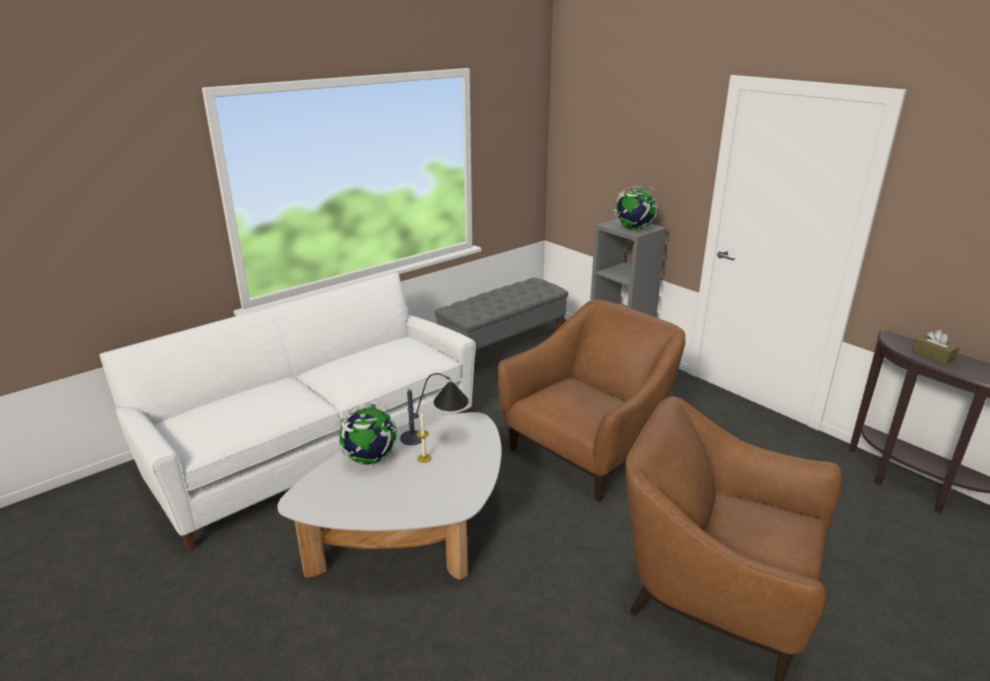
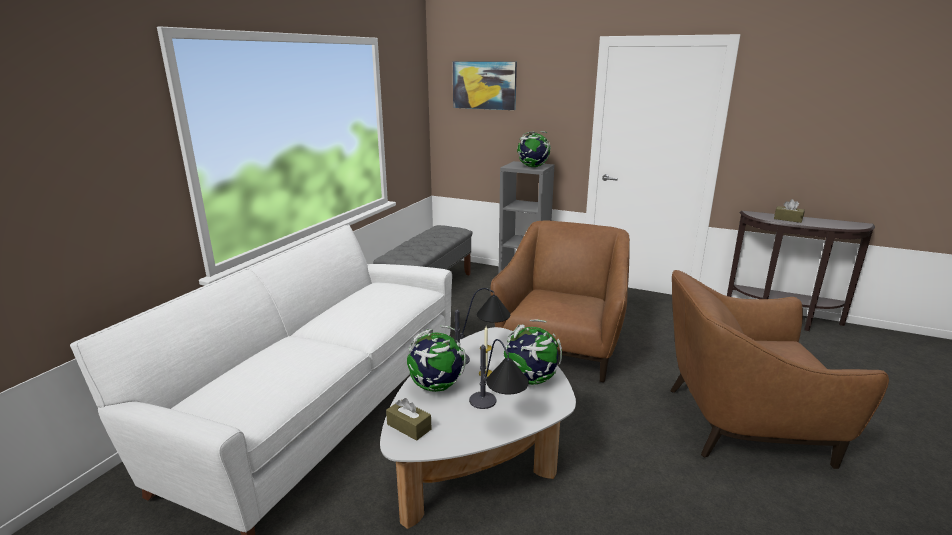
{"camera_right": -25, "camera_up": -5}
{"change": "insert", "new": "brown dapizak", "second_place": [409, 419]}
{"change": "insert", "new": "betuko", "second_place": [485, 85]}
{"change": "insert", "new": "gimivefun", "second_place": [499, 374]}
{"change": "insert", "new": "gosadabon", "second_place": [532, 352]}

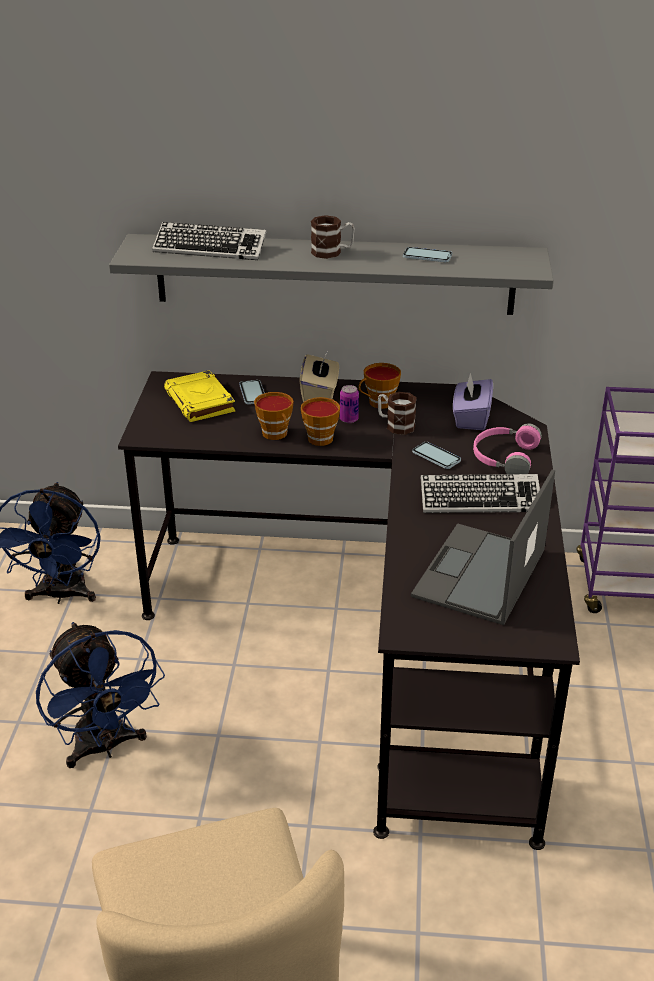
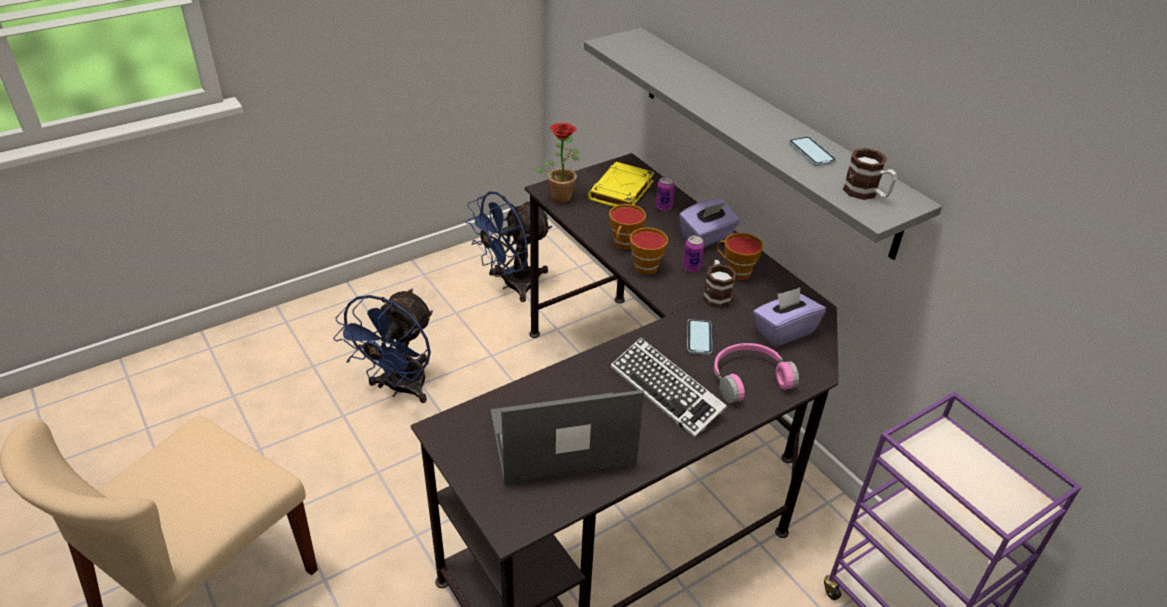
{"camera_right": 50, "camera_up": 5}
{"change": "delete", "old": "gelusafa", "first_place": [209, 241]}
{"change": "insert", "new": "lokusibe", "second_place": [557, 163]}
{"change": "move", "old": "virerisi", "first_place": [333, 237], "second_place": [870, 174]}
{"change": "replace", "old": "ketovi", "new": "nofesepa", "first_place": [252, 392], "second_place": [665, 194]}
{"change": "recolor", "old": "beige dapizak", "new": "purple dapizak", "first_place": [319, 378], "second_place": [709, 222]}

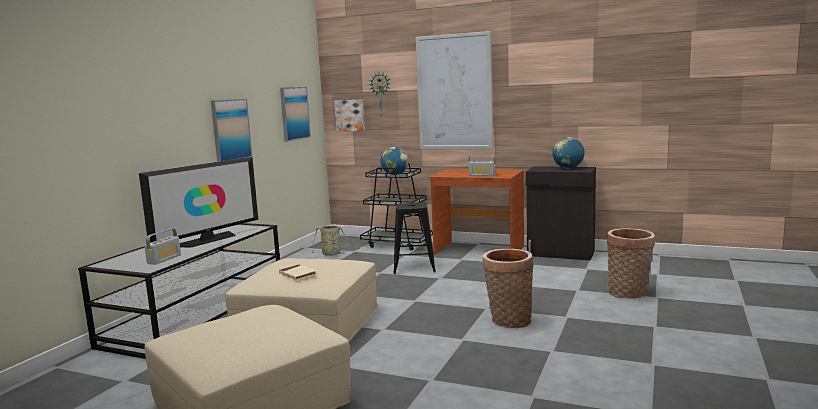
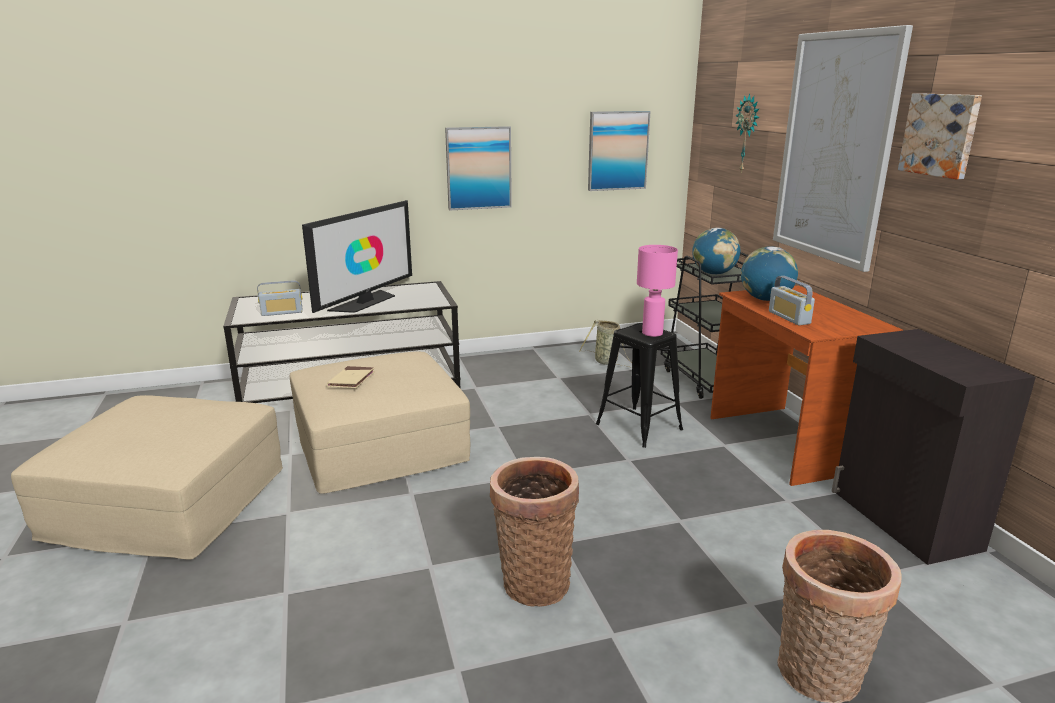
{"camera_right": 50, "camera_up": 10}
{"change": "insert", "new": "pink gimivefun", "second_place": [657, 291]}
{"change": "move", "old": "betuko", "first_place": [349, 115], "second_place": [940, 136]}
{"change": "move", "old": "gosadabon", "first_place": [569, 152], "second_place": [769, 273]}
{"change": "rotate", "old": "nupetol", "first_place": [198, 202], "second_place": [357, 256], "degrees": -60}

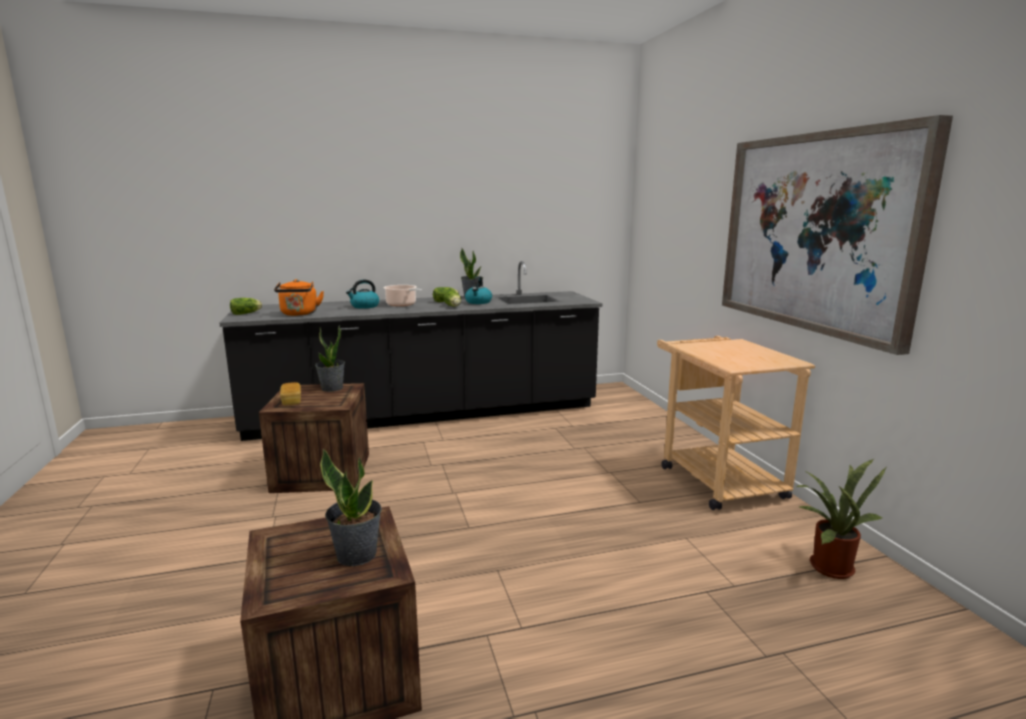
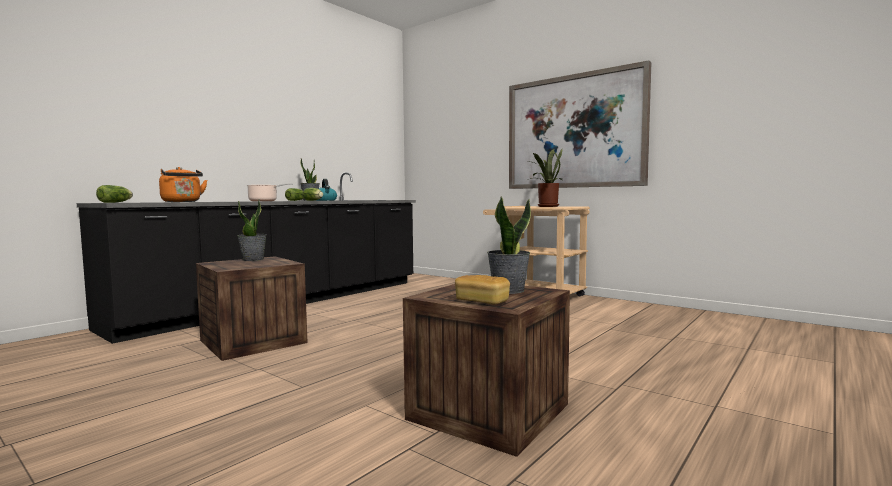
{"camera_right": -35, "camera_up": -10}
{"change": "delete", "old": "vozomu", "first_place": [362, 294]}
{"change": "move", "old": "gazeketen", "first_place": [290, 393], "second_place": [482, 289]}
{"change": "move", "old": "lokusibe", "first_place": [841, 519], "second_place": [546, 178]}

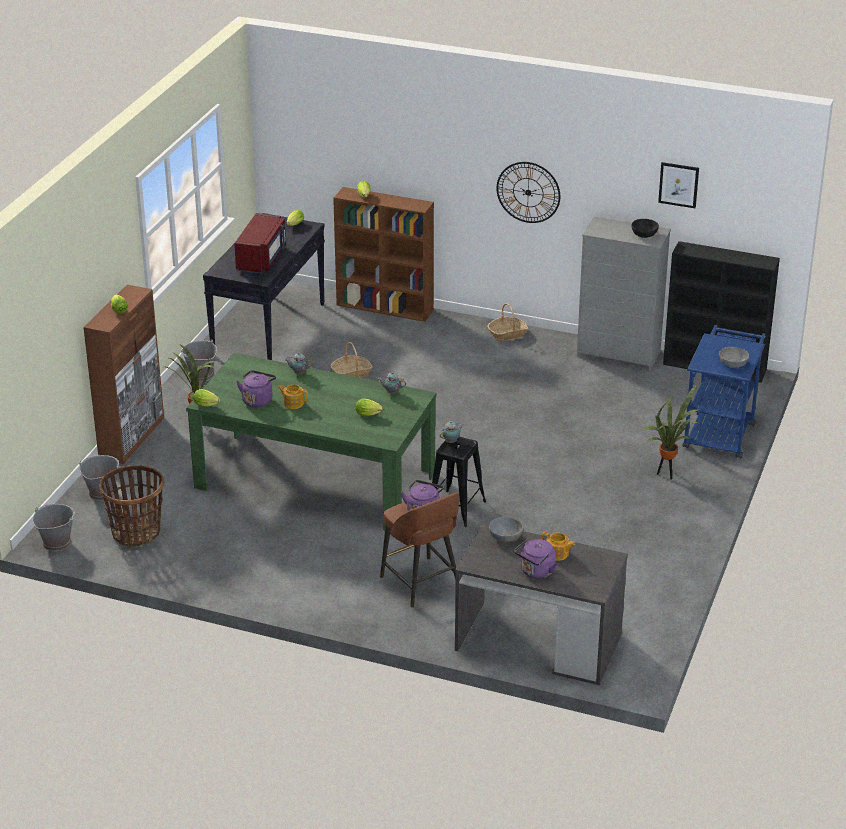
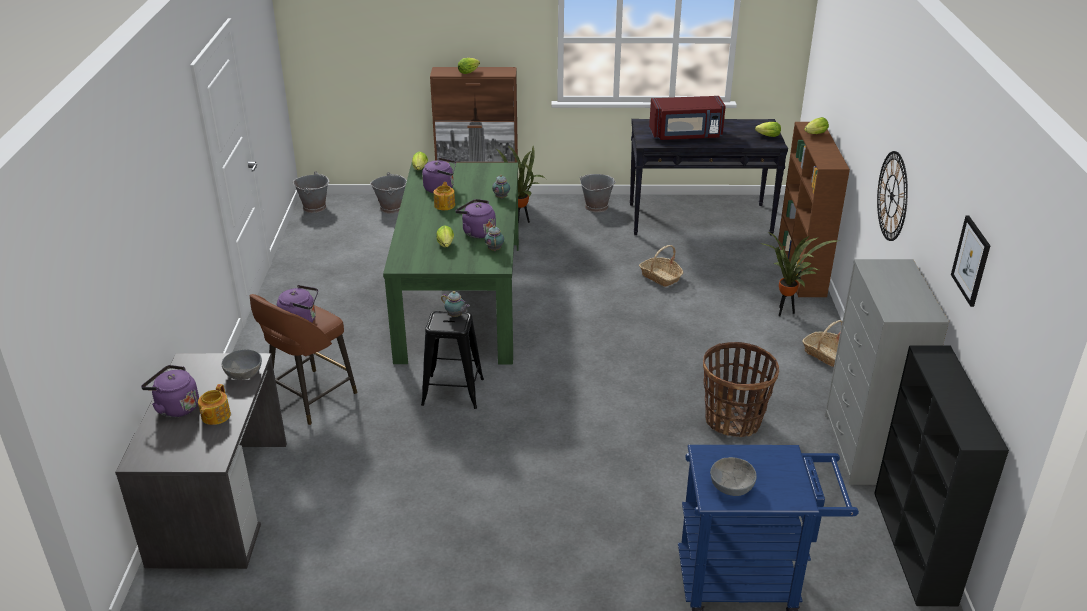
{"camera_right": 70, "camera_up": 0}
{"change": "delete", "old": "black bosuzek", "first_place": [645, 228]}
{"change": "insert", "new": "purple vozomu", "second_place": [475, 218]}
{"change": "move", "old": "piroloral", "first_place": [131, 506], "second_place": [741, 389]}
{"change": "move", "old": "lokusibe", "first_place": [671, 433], "second_place": [799, 274]}

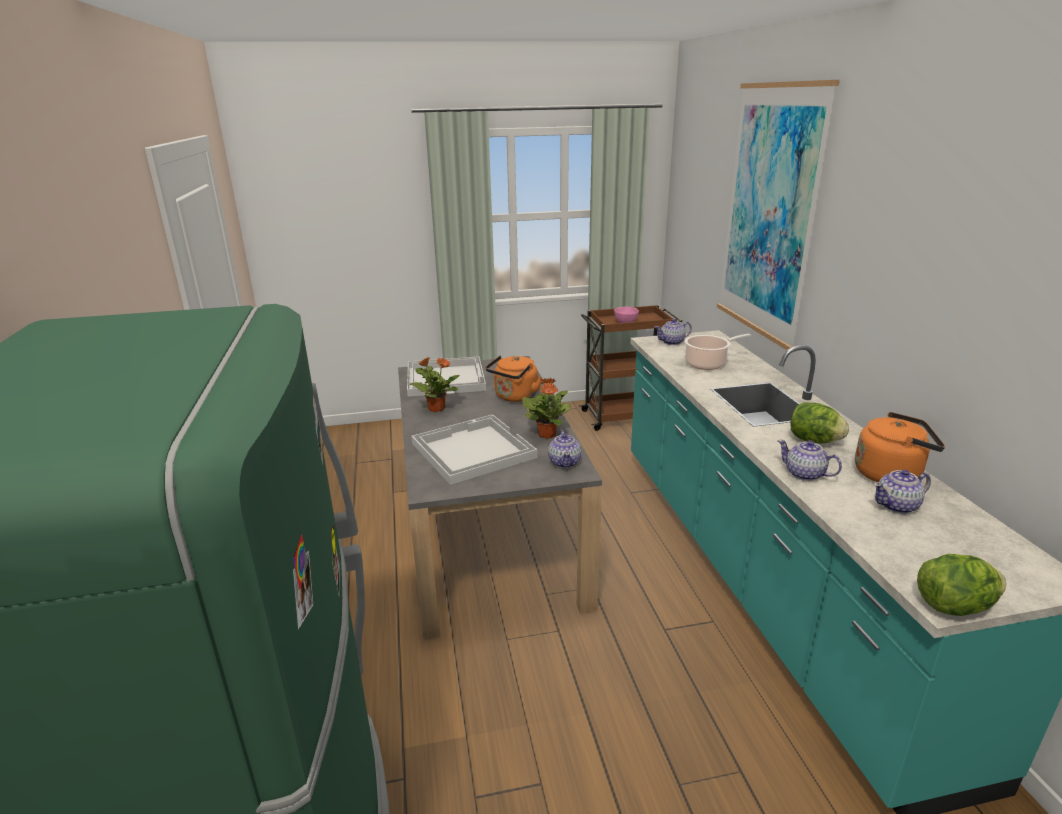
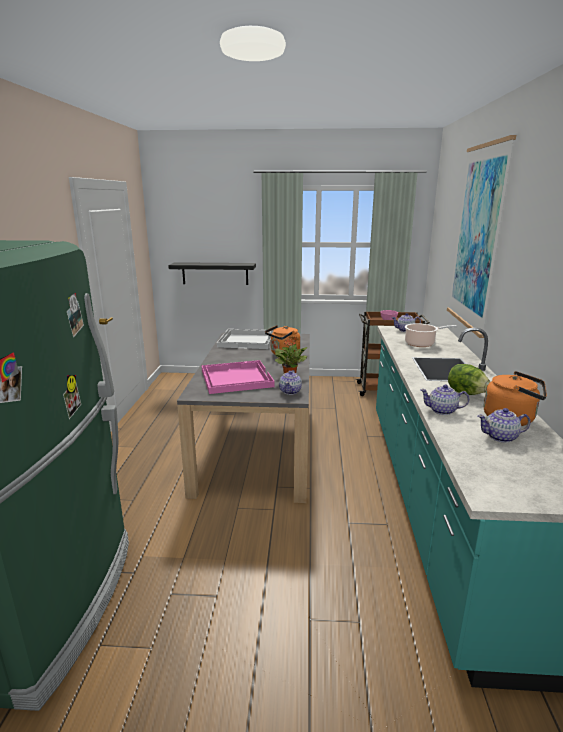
{"camera_right": 15, "camera_up": -5}
{"change": "delete", "old": "lokusibe", "first_place": [435, 384]}
{"change": "delete", "old": "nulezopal", "first_place": [961, 585]}
{"change": "insert", "new": "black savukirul", "second_place": [212, 273]}
{"change": "recolor", "old": "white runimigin", "new": "pink runimigin", "first_place": [474, 449], "second_place": [238, 377]}
{"change": "rotate", "old": "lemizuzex", "first_place": [810, 460], "second_place": [444, 399], "degrees": -45}

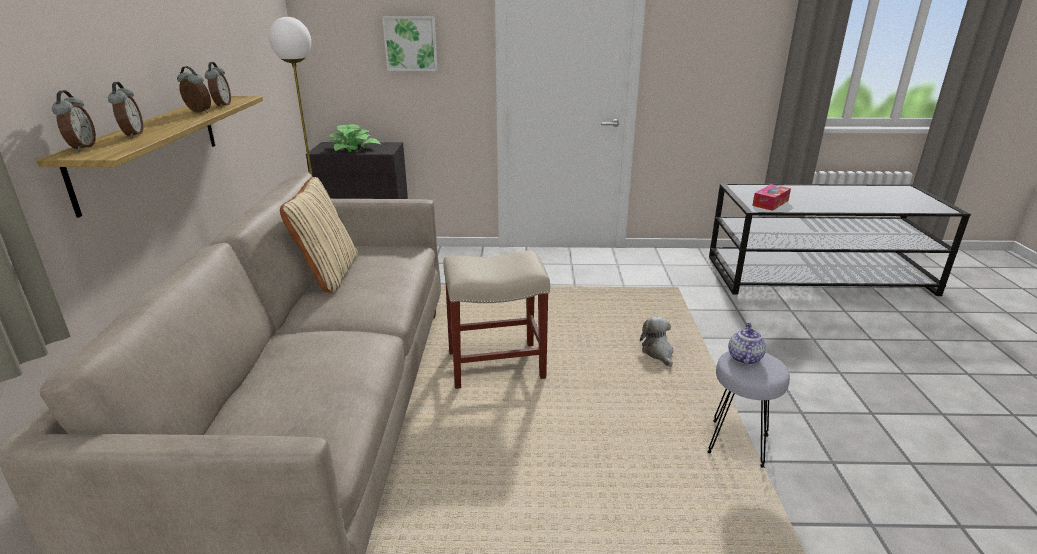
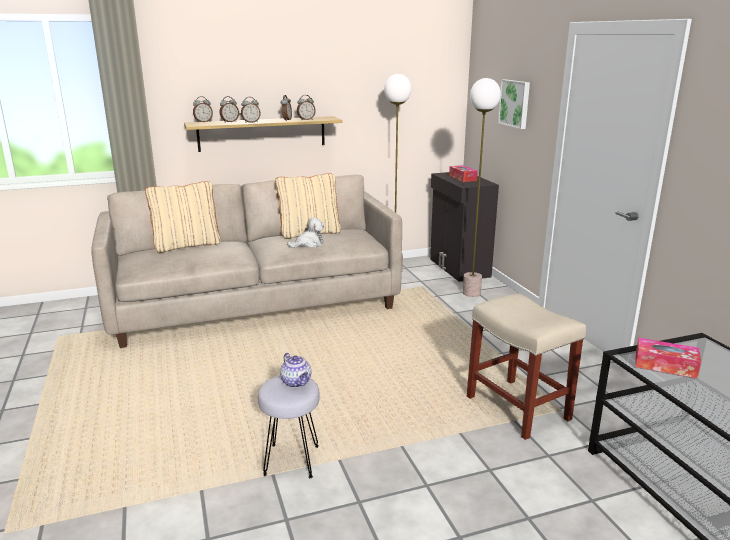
{"camera_right": 70, "camera_up": -5}
{"change": "insert", "new": "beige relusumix", "second_place": [183, 217]}
{"change": "insert", "new": "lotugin", "second_place": [251, 110]}
{"change": "insert", "new": "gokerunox", "second_place": [482, 187]}
{"change": "move", "old": "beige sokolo", "first_place": [496, 319], "second_place": [526, 367]}
{"change": "move", "old": "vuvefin", "first_place": [656, 342], "second_place": [305, 233]}
{"change": "replace", "old": "lokusibe", "new": "dapizak", "first_place": [353, 138], "second_place": [463, 173]}
{"change": "rotate", "old": "lemizuzex", "first_place": [747, 344], "second_place": [295, 370], "degrees": 60}

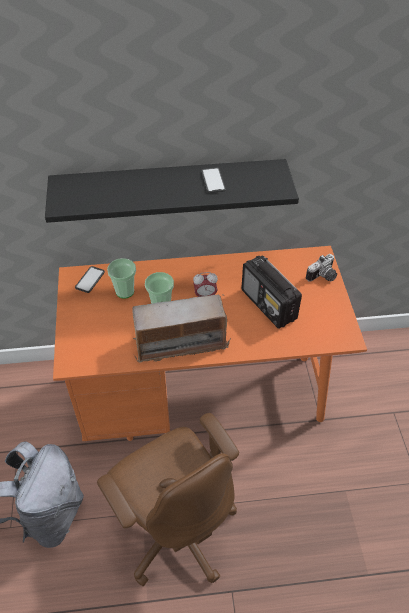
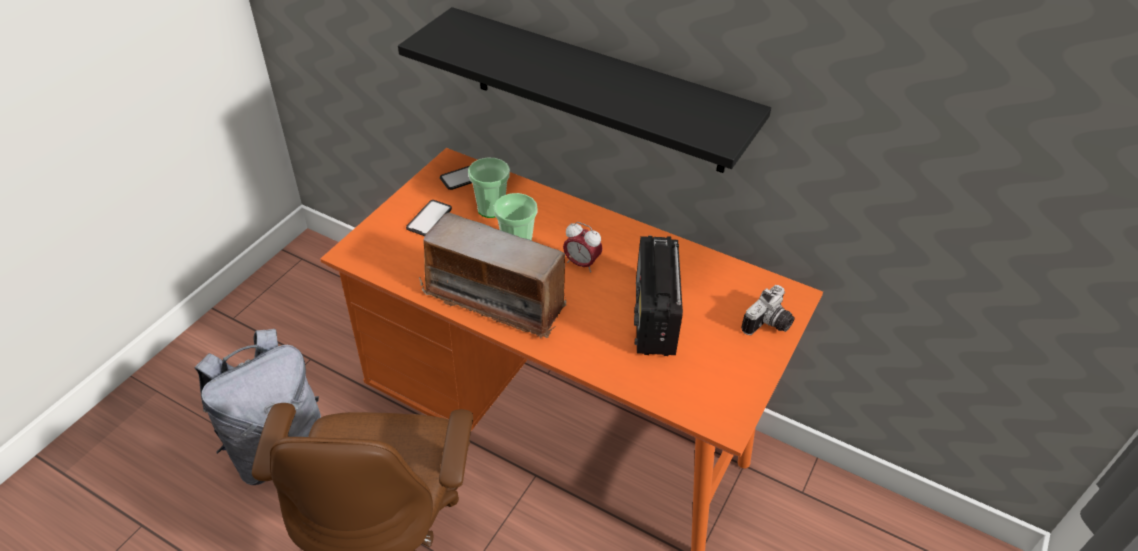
{"camera_right": 35, "camera_up": -5}
{"change": "move", "old": "ketovi", "first_place": [213, 180], "second_place": [429, 218]}
{"change": "rotate", "old": "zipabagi", "first_place": [321, 268], "second_place": [768, 310], "degrees": -45}

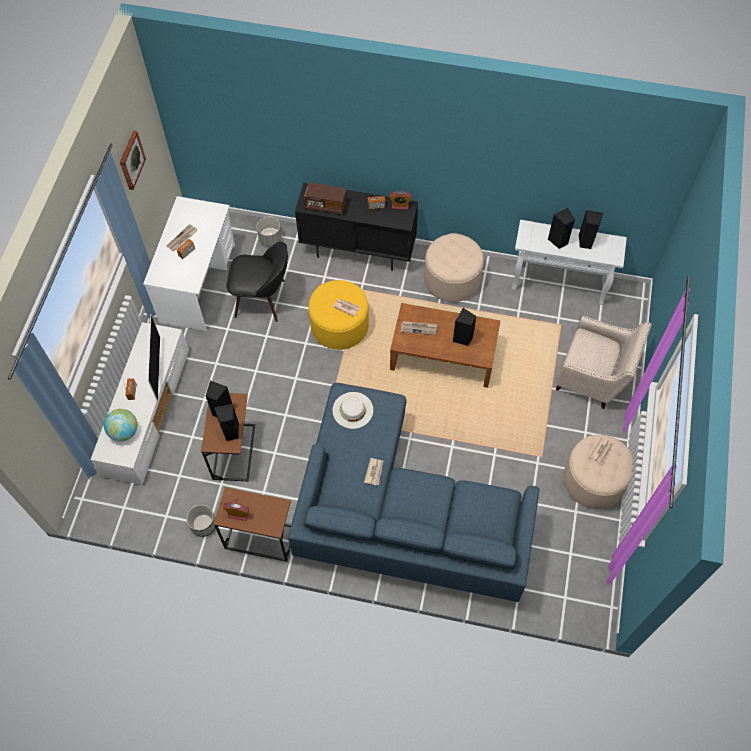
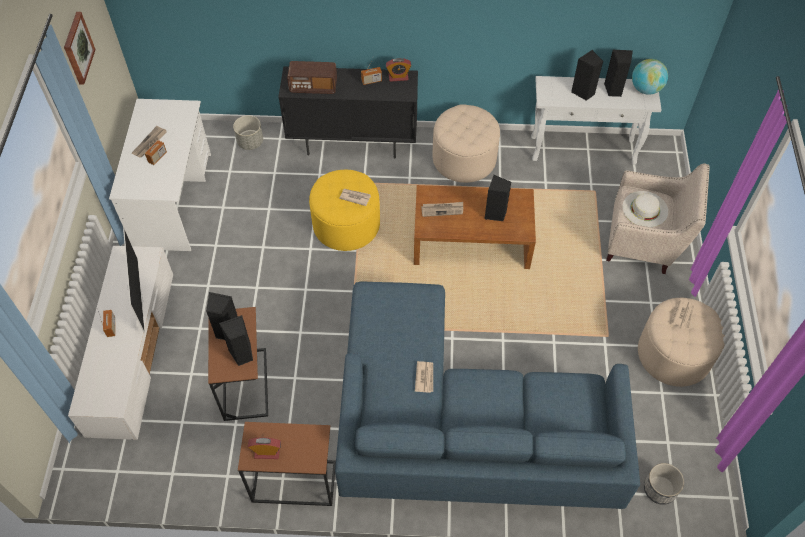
{"camera_right": -10, "camera_up": -5}
{"change": "delete", "old": "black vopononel", "first_place": [257, 282]}
{"change": "move", "old": "gosadabon", "first_place": [121, 425], "second_place": [650, 77]}
{"change": "move", "old": "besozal", "first_place": [200, 520], "second_place": [664, 484]}
{"change": "move", "old": "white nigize", "first_place": [352, 410], "second_place": [645, 209]}

